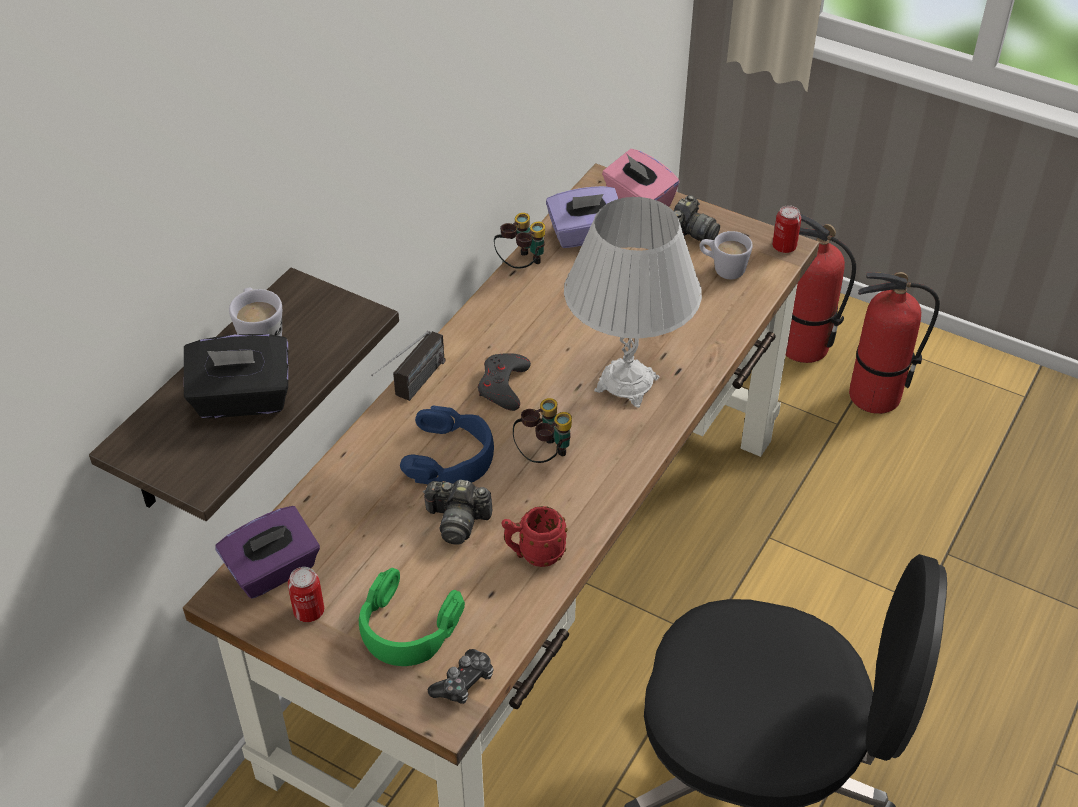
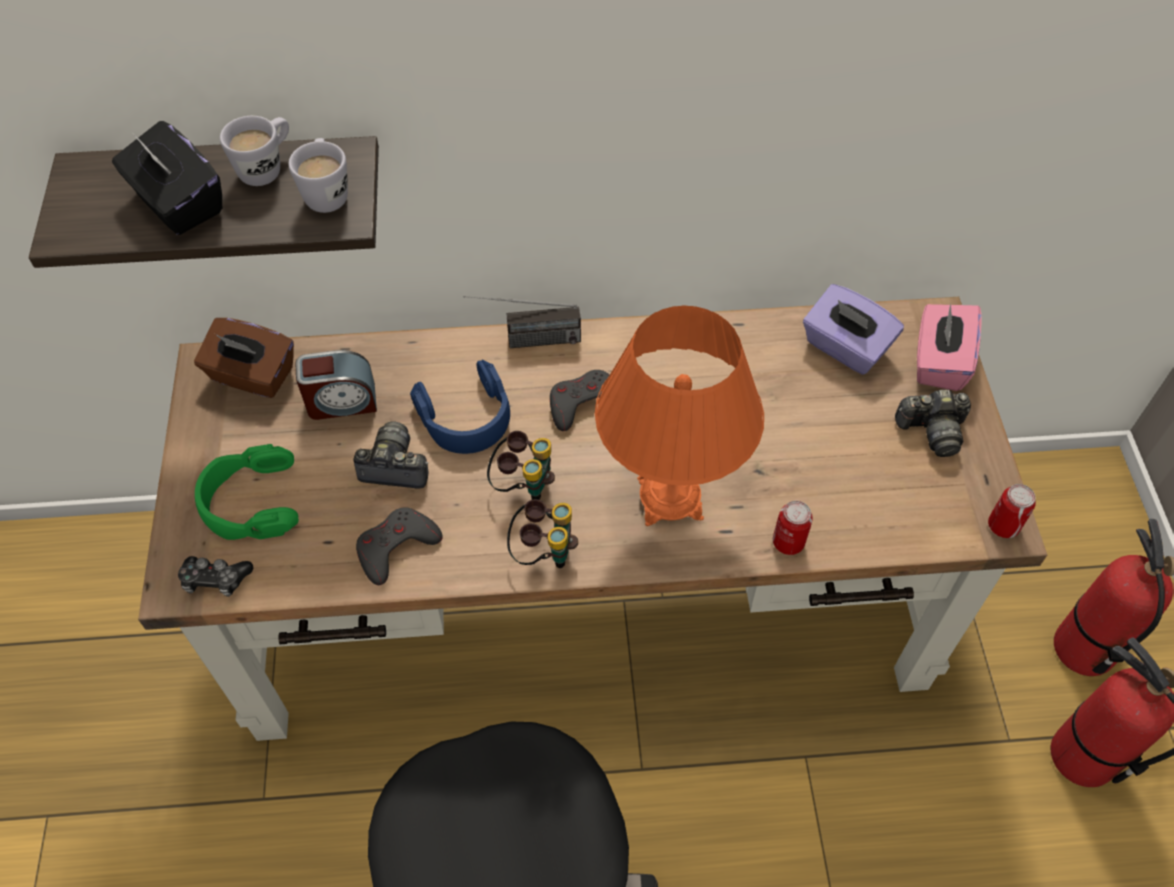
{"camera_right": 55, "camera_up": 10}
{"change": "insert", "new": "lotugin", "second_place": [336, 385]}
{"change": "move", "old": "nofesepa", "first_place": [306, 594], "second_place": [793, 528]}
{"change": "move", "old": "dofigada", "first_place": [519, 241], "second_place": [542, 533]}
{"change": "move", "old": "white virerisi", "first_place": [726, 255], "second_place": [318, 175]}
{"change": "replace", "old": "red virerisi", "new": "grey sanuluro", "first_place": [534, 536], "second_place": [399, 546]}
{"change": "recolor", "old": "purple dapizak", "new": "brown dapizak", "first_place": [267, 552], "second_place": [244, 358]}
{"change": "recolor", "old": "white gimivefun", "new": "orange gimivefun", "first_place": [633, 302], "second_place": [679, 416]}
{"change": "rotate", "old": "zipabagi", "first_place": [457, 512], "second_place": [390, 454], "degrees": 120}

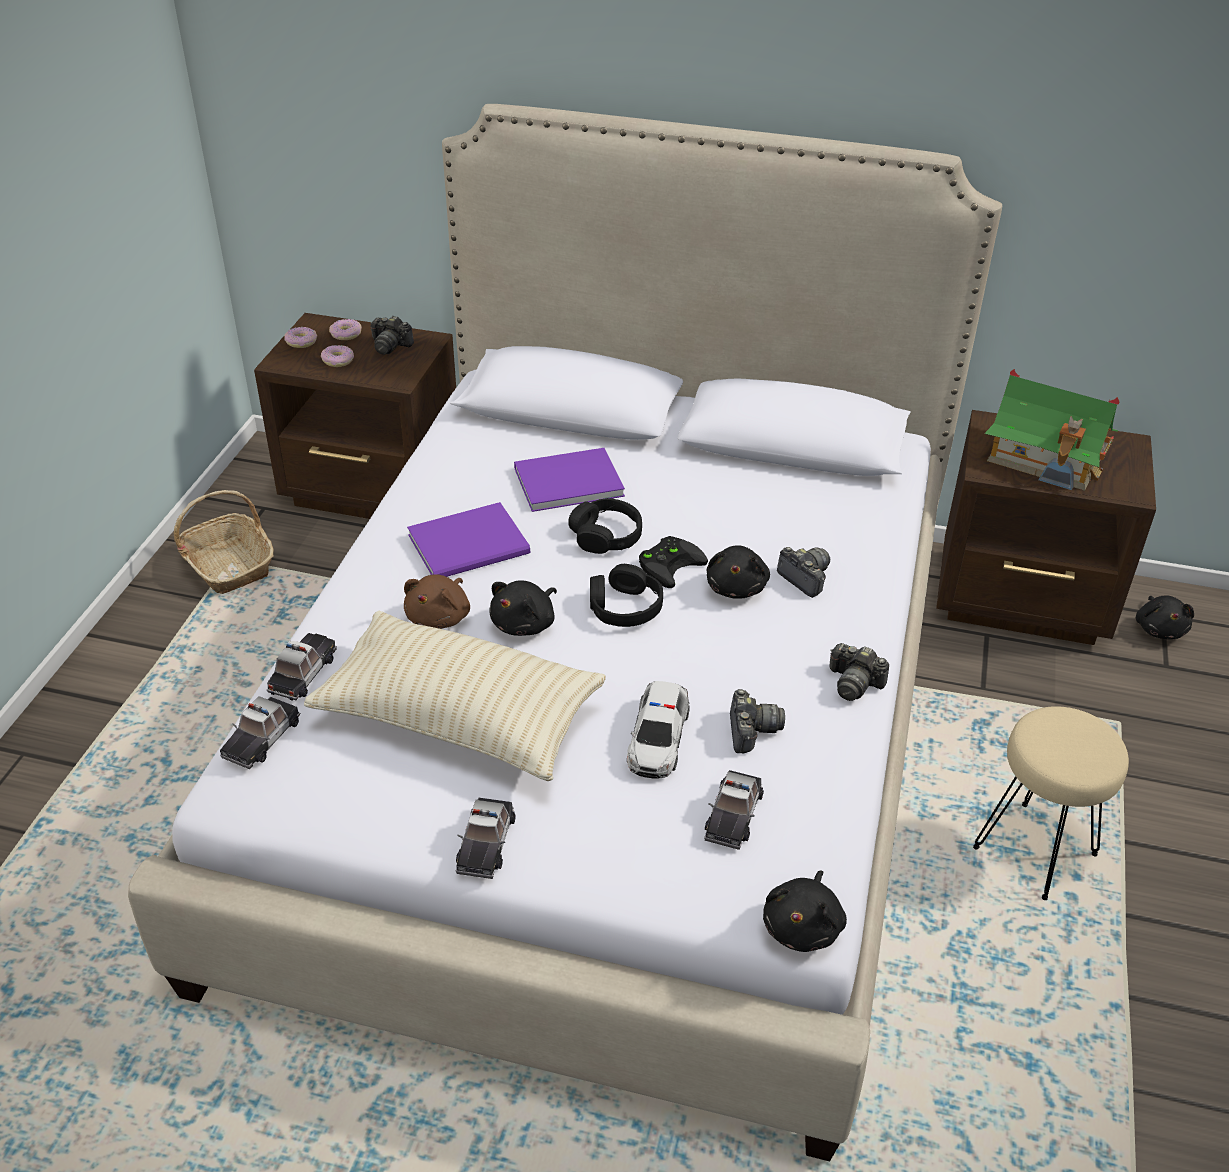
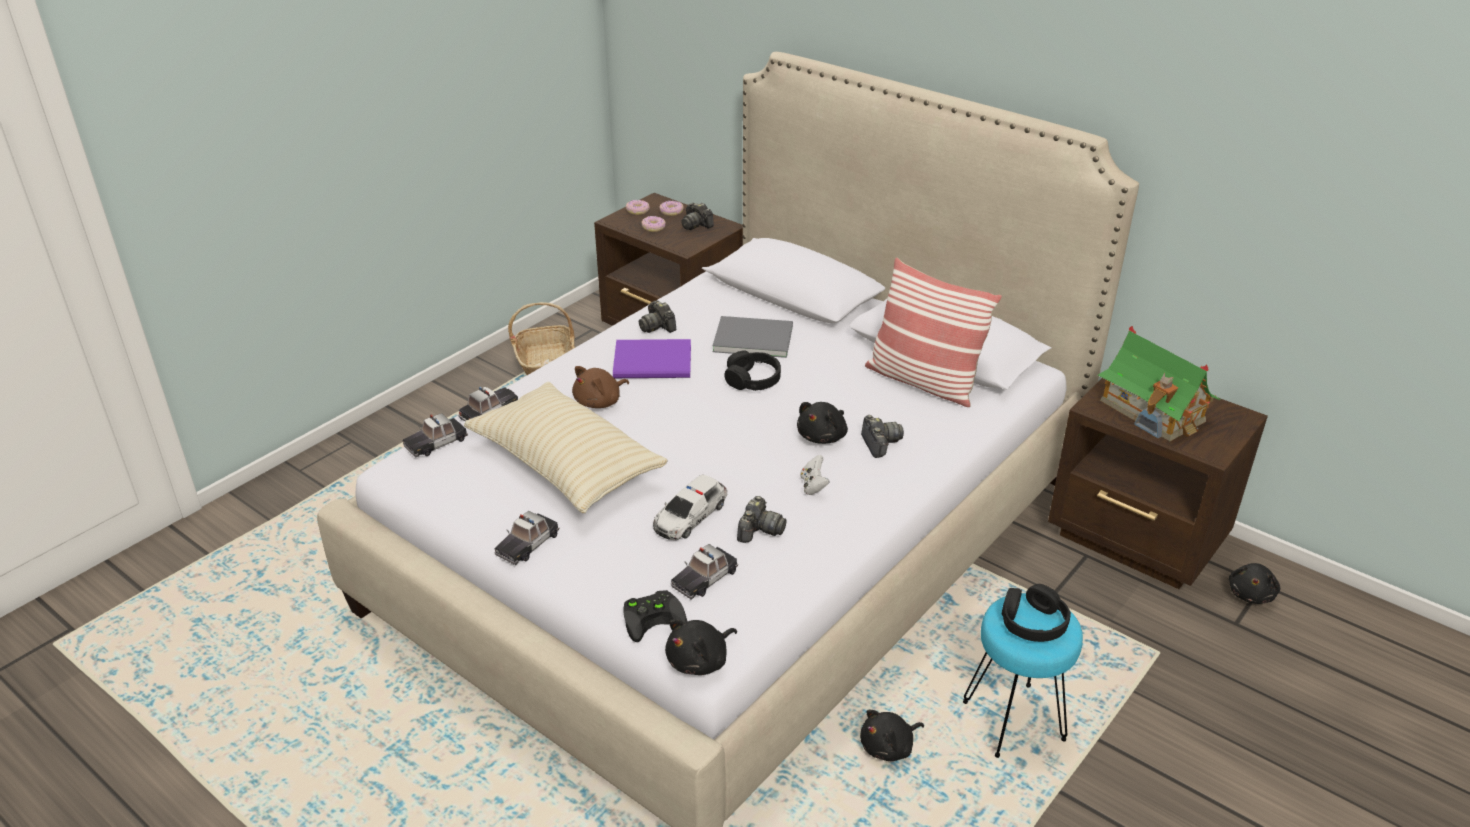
{"camera_right": 25, "camera_up": -5}
{"change": "insert", "new": "white sanuluro", "second_place": [815, 475]}
{"change": "insert", "new": "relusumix", "second_place": [933, 332]}
{"change": "move", "old": "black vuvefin", "first_place": [523, 608], "second_place": [892, 735]}
{"change": "move", "old": "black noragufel", "first_place": [626, 595], "second_place": [1036, 613]}
{"change": "move", "old": "black sanuluro", "first_place": [673, 562], "second_place": [655, 616]}
{"change": "move", "old": "zipabagi", "first_place": [859, 672], "second_place": [657, 316]}
{"change": "recolor", "old": "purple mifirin", "new": "grey mifirin", "first_place": [569, 480], "second_place": [753, 337]}
{"change": "recolor", "old": "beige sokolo", "new": "turquoise sokolo", "first_place": [1051, 803], "second_place": [1023, 675]}

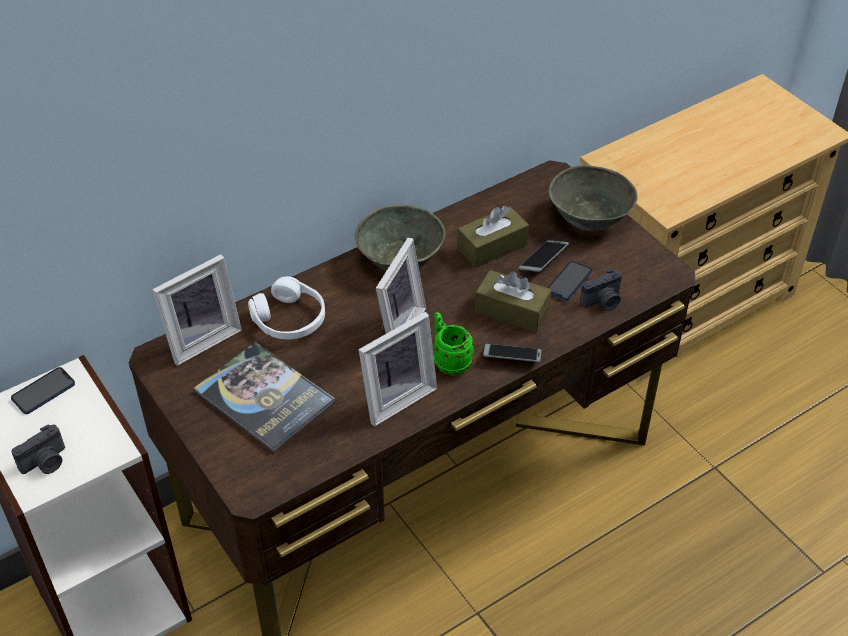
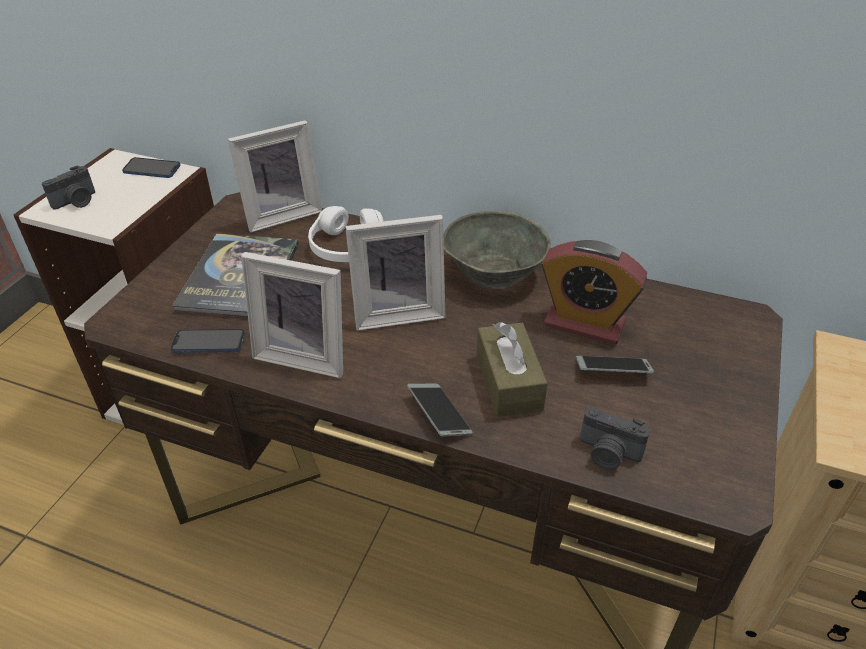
{"camera_right": 55, "camera_up": -5}
{"change": "delete", "old": "green virerisi", "first_place": [453, 343]}
{"change": "delete", "old": "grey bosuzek", "first_place": [593, 198]}
{"change": "move", "old": "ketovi", "first_place": [569, 281], "second_place": [207, 341]}
{"change": "replace", "old": "brown dapizak", "new": "lotugin", "first_place": [493, 237], "second_place": [594, 292]}
{"change": "rotate", "old": "zipabagi", "first_place": [38, 449], "second_place": [68, 187], "degrees": -60}
{"change": "rotate", "old": "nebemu", "first_place": [197, 310], "second_place": [275, 176], "degrees": -45}

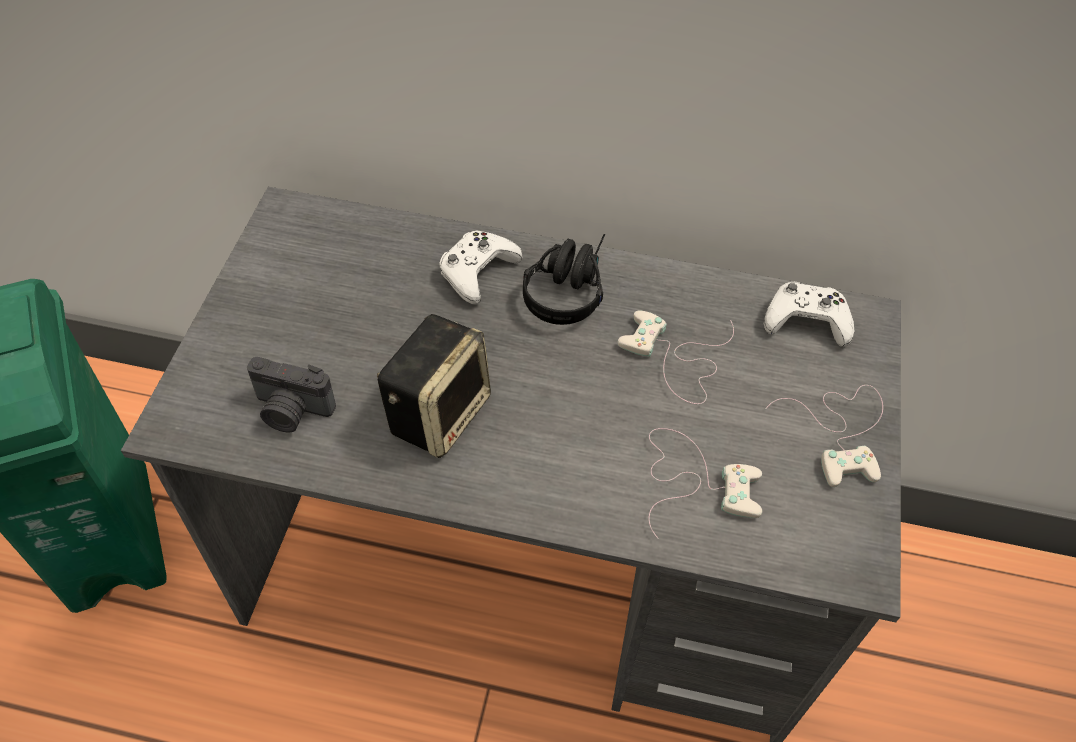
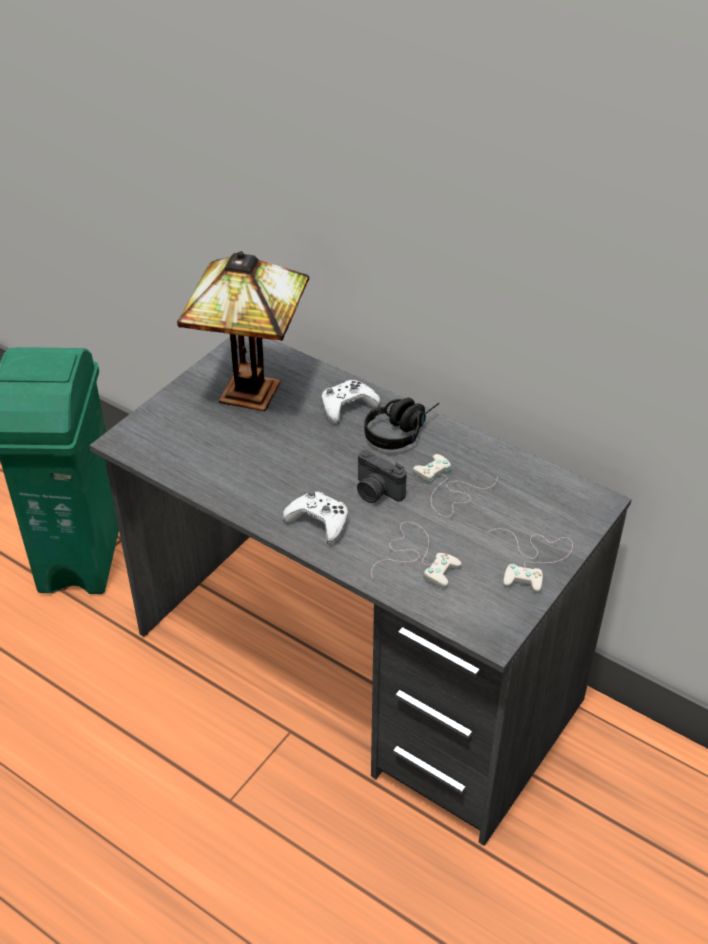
{"camera_right": 25, "camera_up": -10}
{"change": "delete", "old": "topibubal", "first_place": [434, 386]}
{"change": "insert", "new": "gimivefun", "second_place": [243, 331]}
{"change": "move", "old": "zipabagi", "first_place": [291, 395], "second_place": [382, 476]}
{"change": "move", "old": "white sanuluro", "first_place": [809, 314], "second_place": [315, 517]}

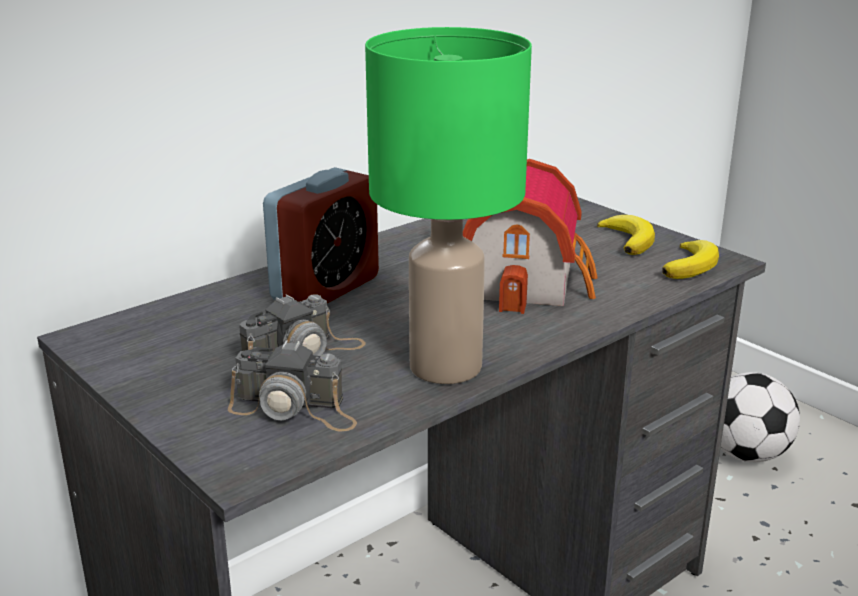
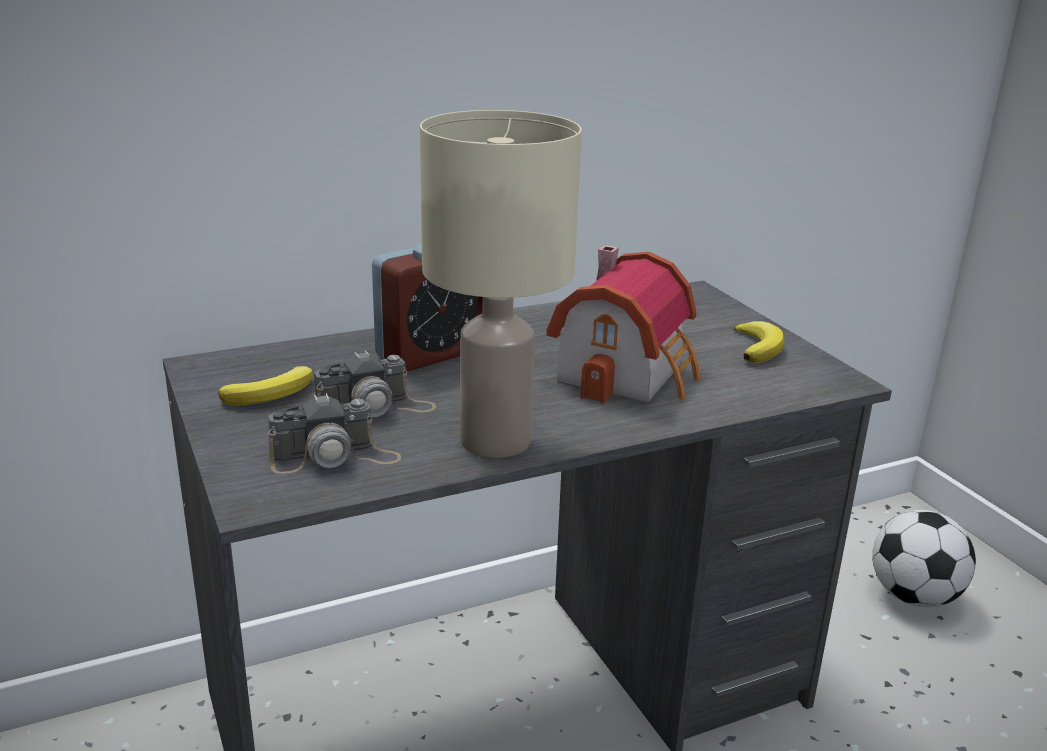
{"camera_right": 15, "camera_up": 0}
{"change": "move", "old": "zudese", "first_place": [690, 259], "second_place": [265, 385]}
{"change": "recolor", "old": "green gimivefun", "new": "beige gimivefun", "first_place": [448, 205], "second_place": [501, 284]}
{"change": "rotate", "old": "zipabagi", "first_place": [292, 385], "second_place": [334, 433], "degrees": -45}

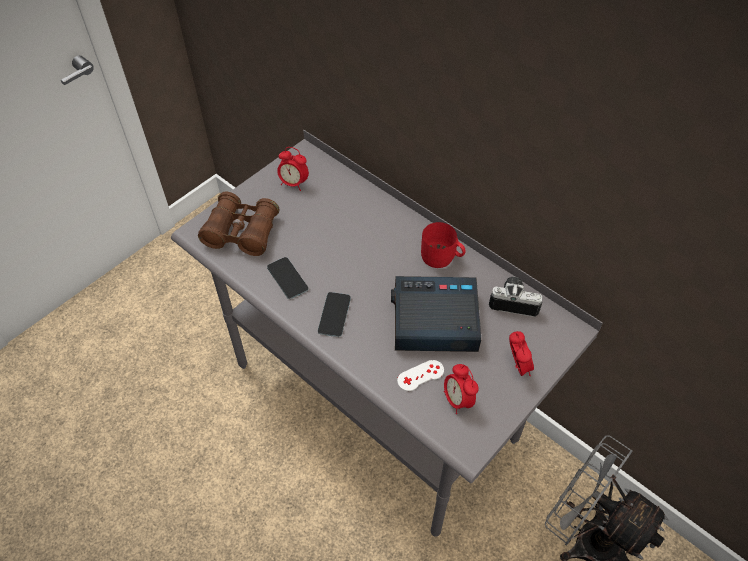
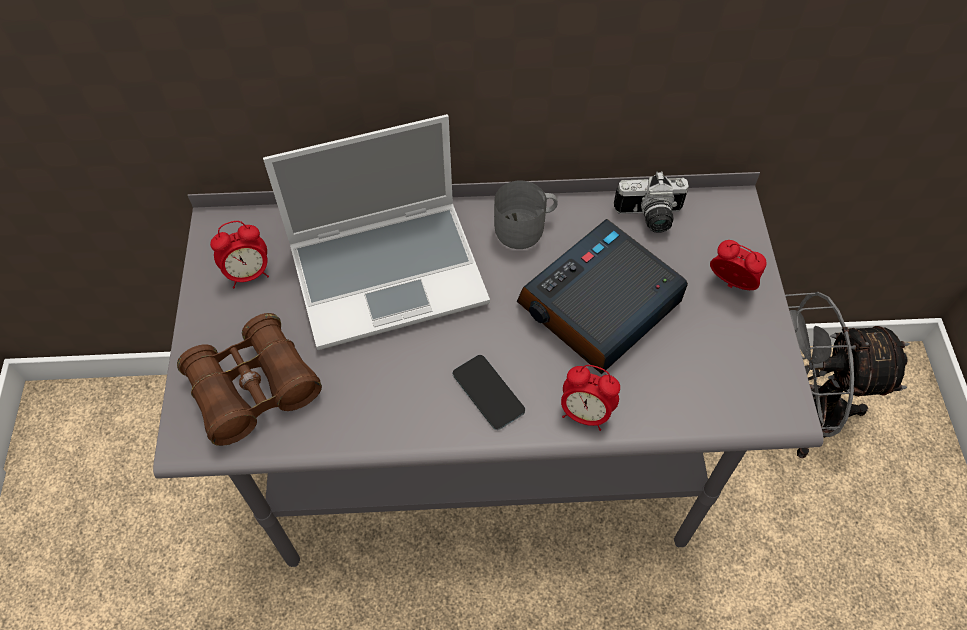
{"camera_right": -45, "camera_up": 5}
{"change": "delete", "old": "ketovi", "first_place": [288, 278]}
{"change": "delete", "old": "white sanuluro", "first_place": [420, 375]}
{"change": "insert", "new": "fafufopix", "second_place": [376, 232]}
{"change": "move", "old": "lotugin", "first_place": [461, 389], "second_place": [590, 398]}
{"change": "recolor", "old": "red virerisi", "new": "grey virerisi", "first_place": [443, 245], "second_place": [526, 215]}
{"change": "rotate", "old": "zipabagi", "first_place": [516, 297], "second_place": [651, 202], "degrees": -150}

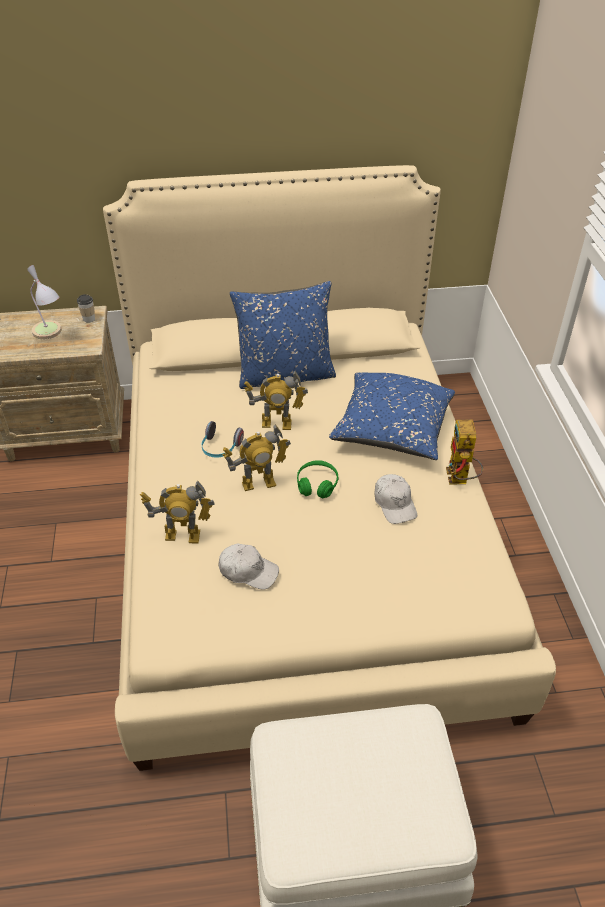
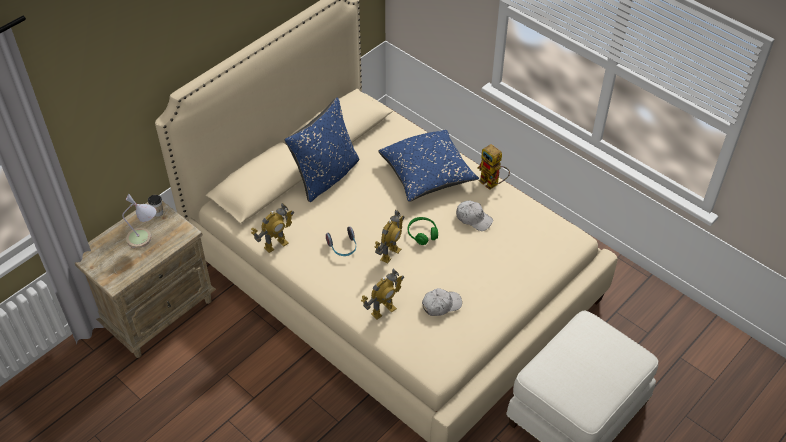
{"camera_right": -40, "camera_up": 5}
{"change": "move", "old": "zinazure", "first_place": [276, 400], "second_place": [272, 228]}

